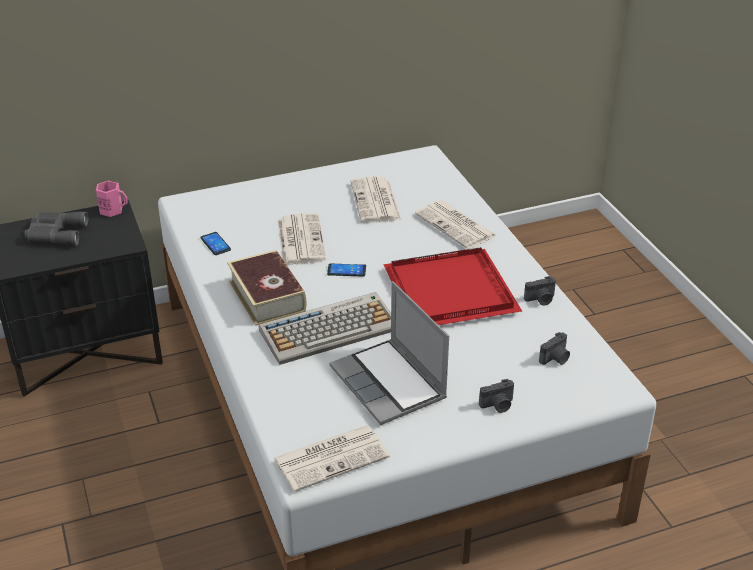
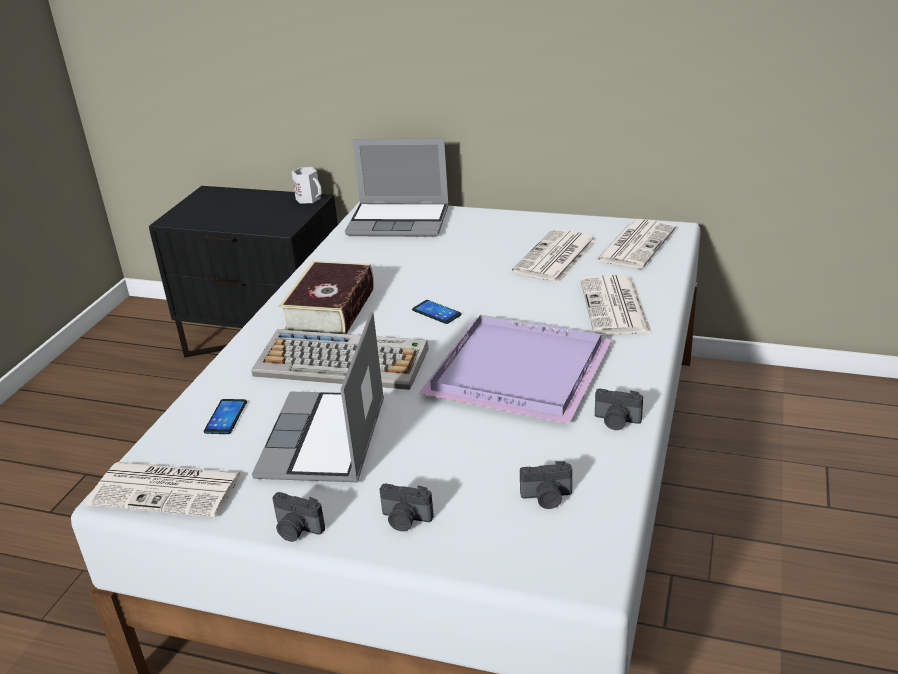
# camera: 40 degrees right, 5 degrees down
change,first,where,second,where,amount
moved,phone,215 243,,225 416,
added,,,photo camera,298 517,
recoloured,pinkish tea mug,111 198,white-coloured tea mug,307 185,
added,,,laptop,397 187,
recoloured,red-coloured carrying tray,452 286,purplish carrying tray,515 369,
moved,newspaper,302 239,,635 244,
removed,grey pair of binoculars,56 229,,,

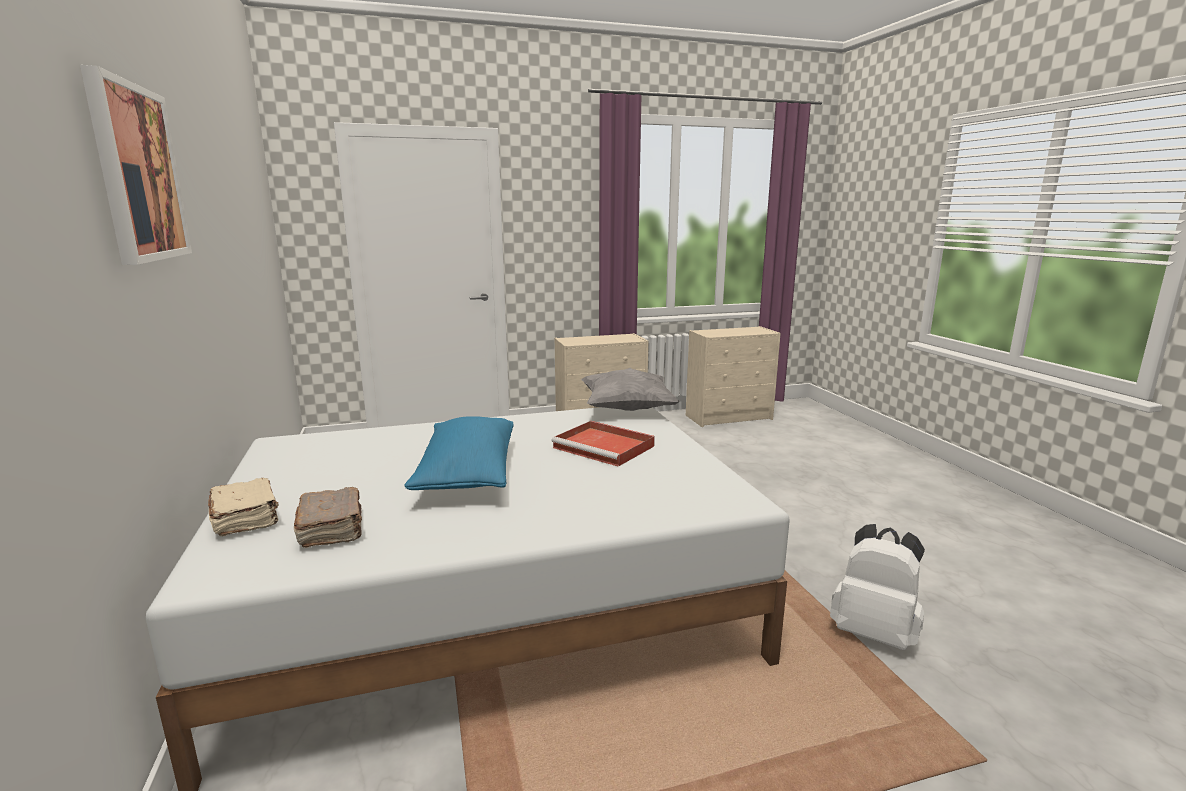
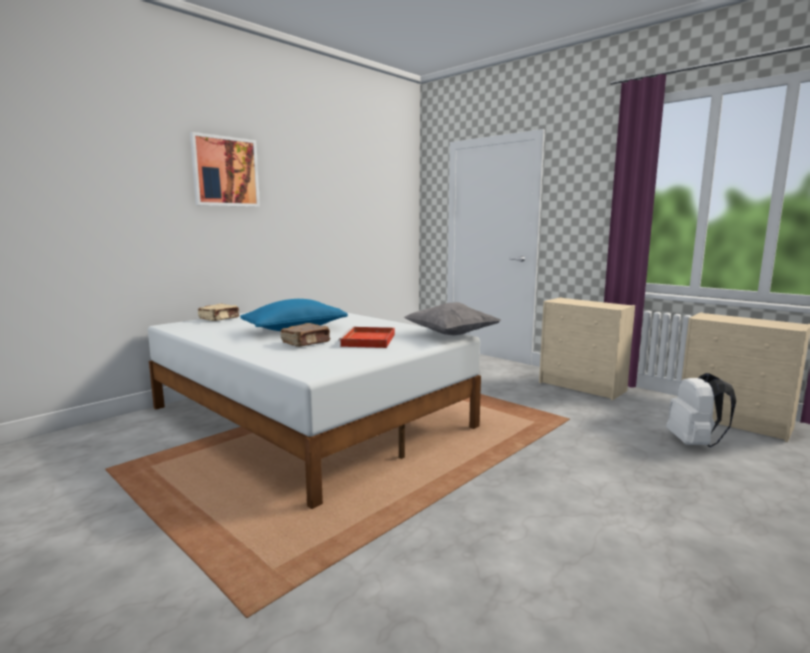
# camera: 60 degrees right, 5 degrees down
change,first,where,second,where,amount
moved,brown-coloured bound book,328 517,,305 335,
moved,white-coloured knapsack,877 587,,701 410,

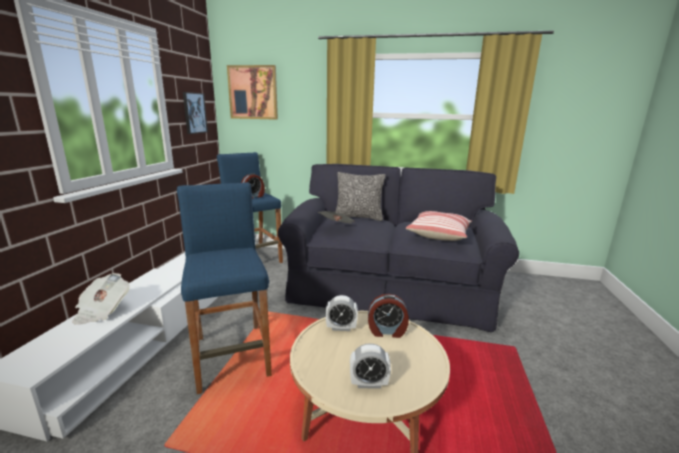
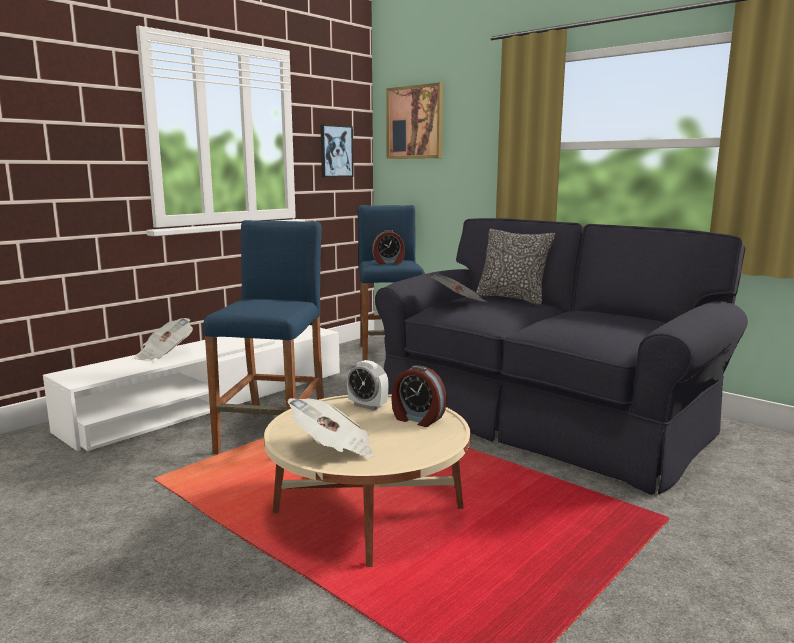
# camera: 30 degrees right, 5 degrees down
change,first,where,second,where,amount
replaced,alarm clock,370 366,newspaper,331 427,
removed,pillow,439 226,,,

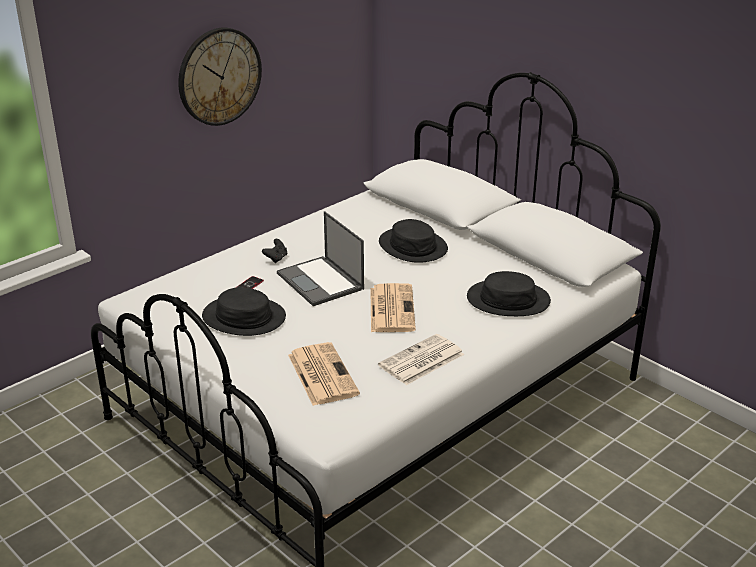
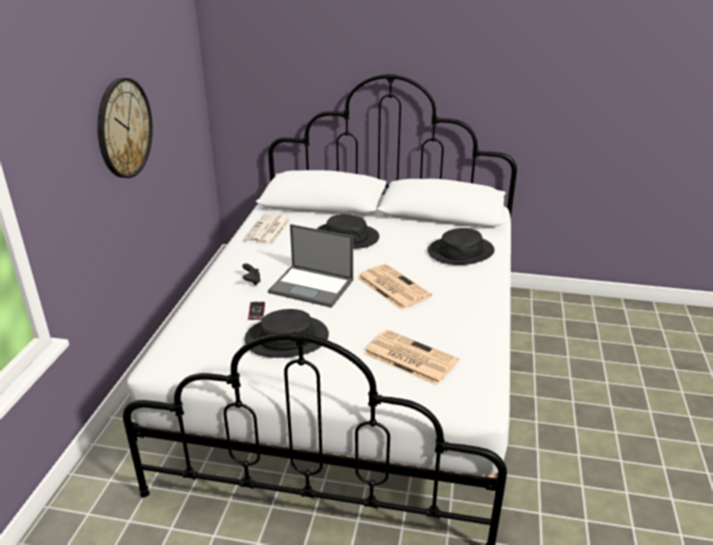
# camera: 35 degrees left, 0 degrees up
change,first,where,second,where,amount
moved,newspaper,421 359,,267 229,

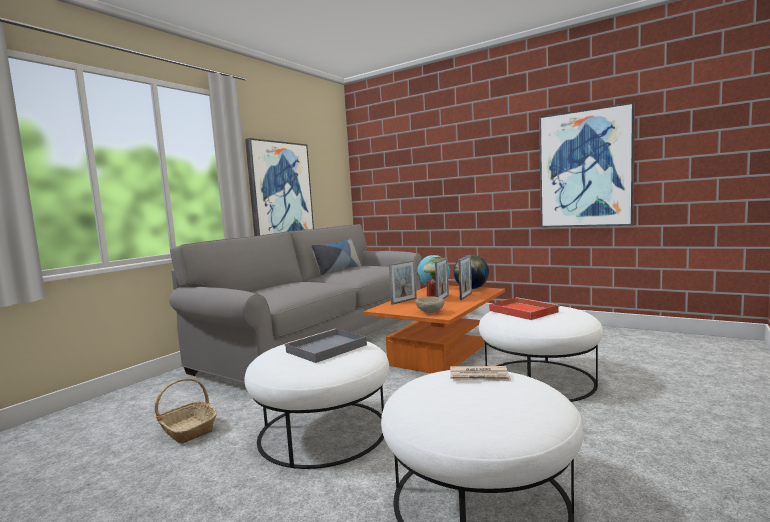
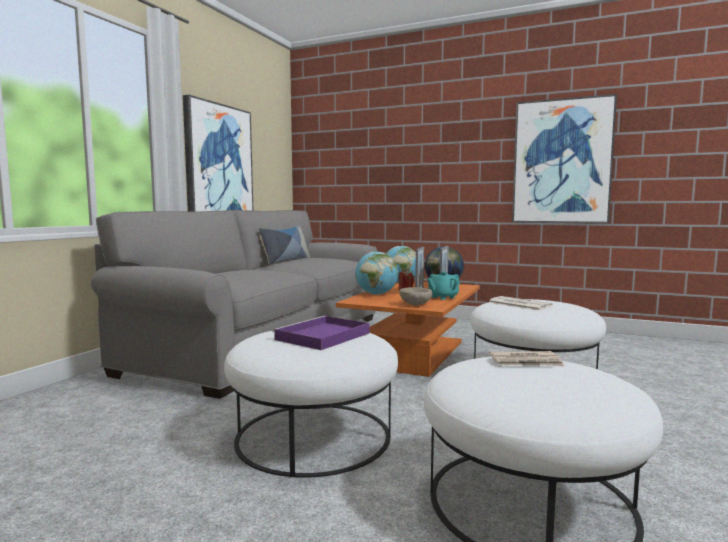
# camera: 10 degrees left, 0 degrees up
change,first,where,second,where,amount
recoloured,grey carrying tray,325 346,purplish carrying tray,321 333,
replaced,photo frame,403 282,globe,376 273,
added,,,turquoise-coloured pot for tea,443 286,
replaced,red-coloured carrying tray,524 308,newspaper,520 303,
removed,household basket,186 410,,,

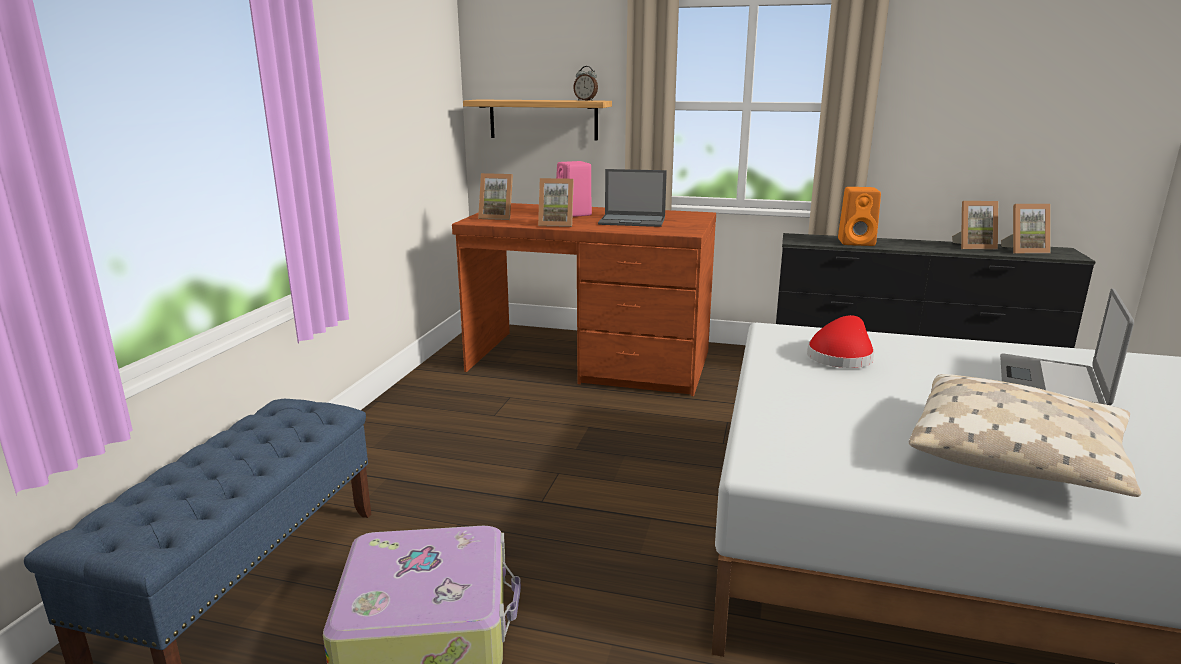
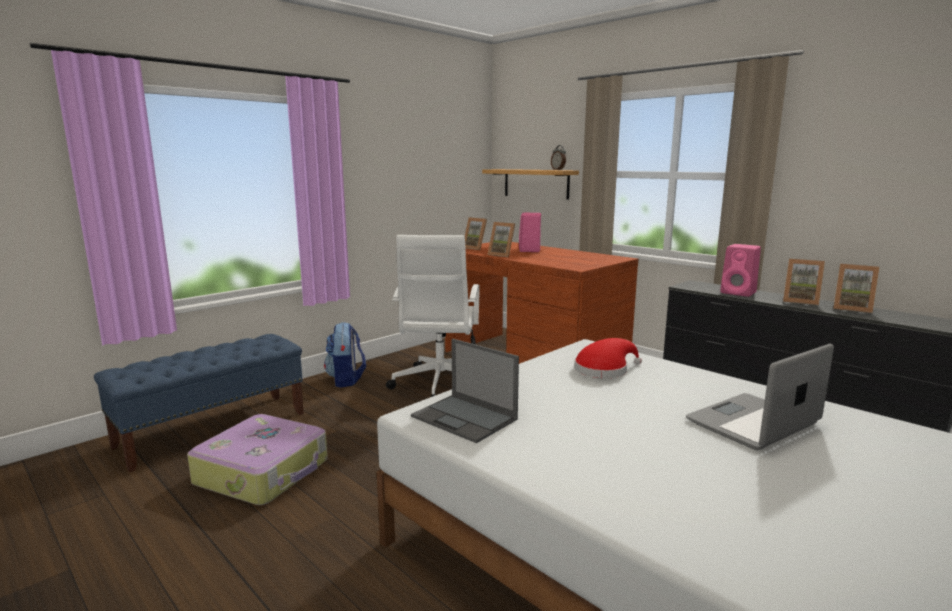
# camera: 30 degrees right, 5 degrees down
change,first,where,second,where,amount
added,,,knapsack,345 355,
added,,,white-coloured computer chair,433 316,
moved,laptop,632 198,,465 391,
recoloured,orangey audio speaker,859 216,pinkish audio speaker,740 270,
moved,photo frame,1026 229,,804 282,
removed,sand-coloured pillow,1025 435,,,

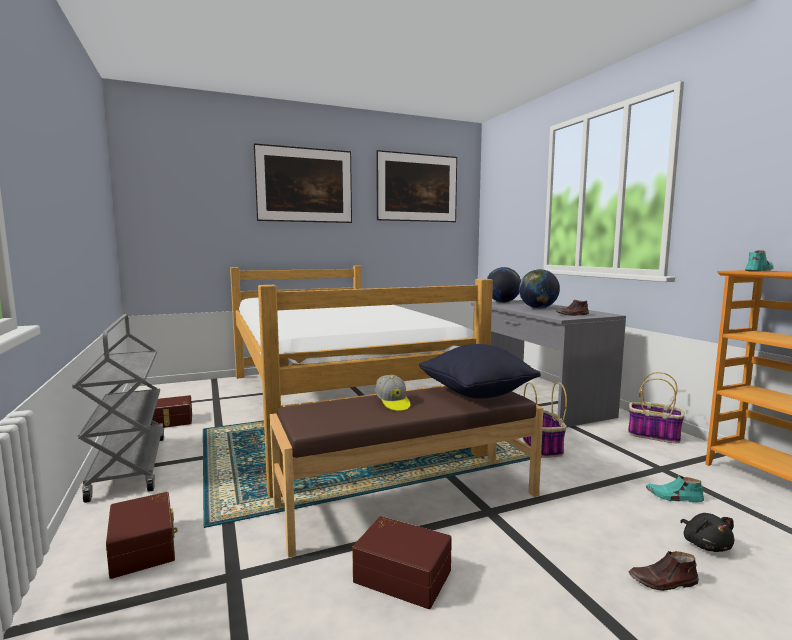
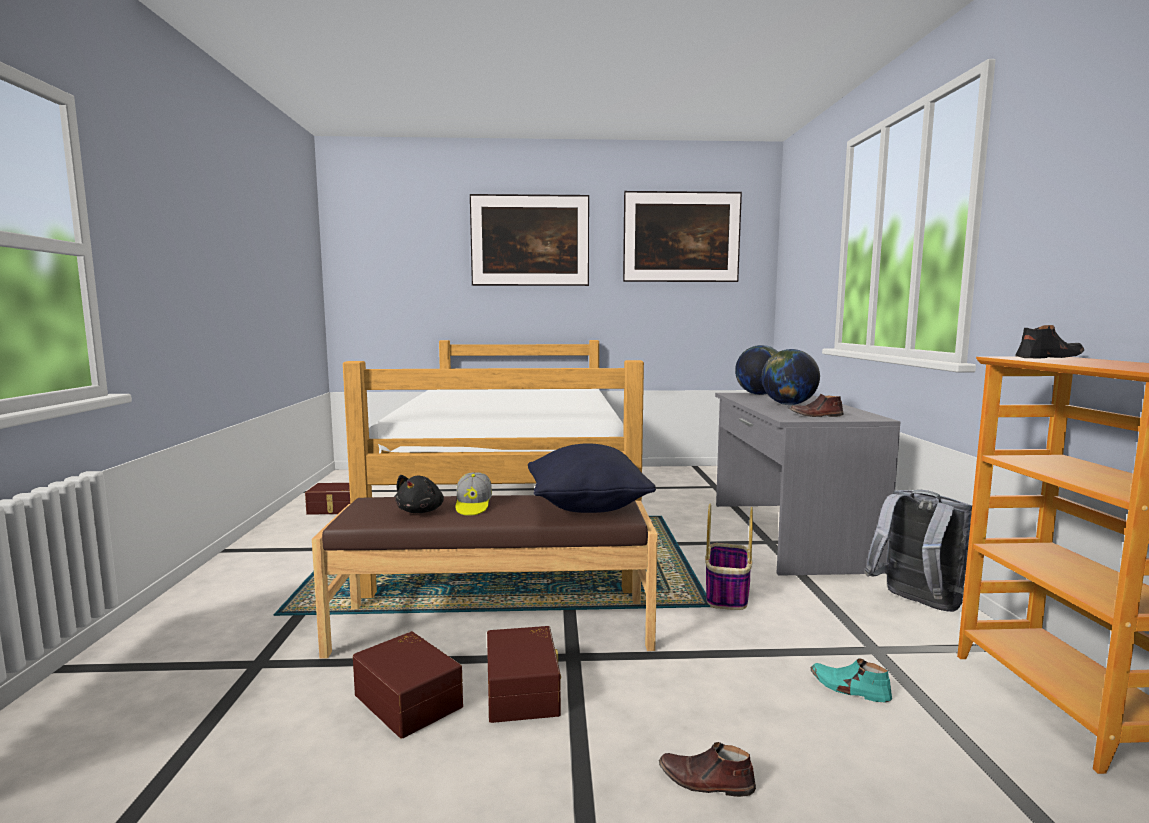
# camera: 20 degrees right, 0 degrees up
change,first,where,second,where,amount
moved,blackish plush toy,707 532,,420 494,
moved,brown-coloured storage bin,142 535,,524 674,
replaced,household basket,656 407,grey knapsack,918 551,
recoloured,turquoise-coloured shoe,759 260,blackish shoe,1049 341,
removed,grey trolley,118 408,,,

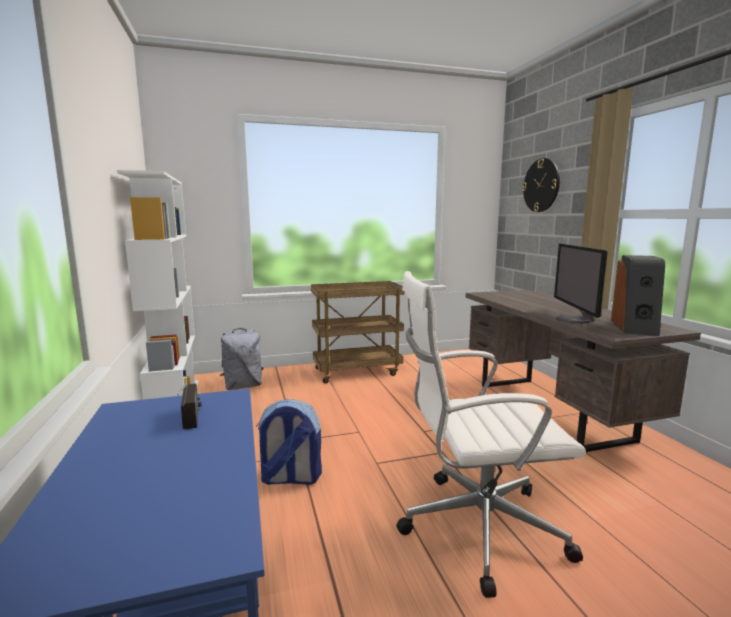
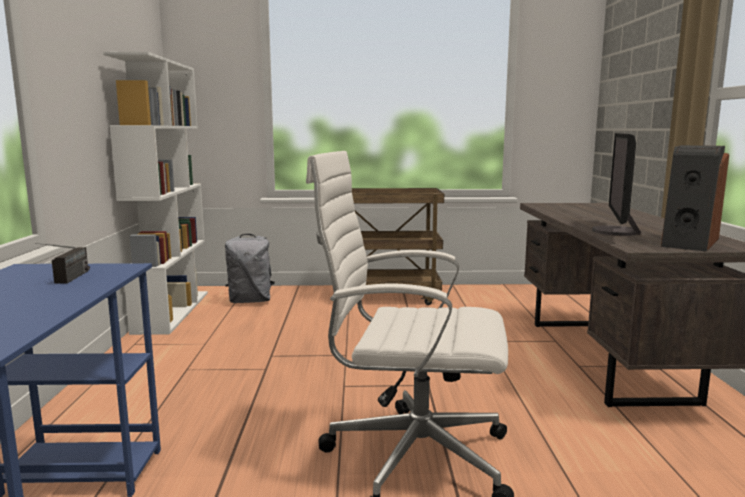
# camera: 15 degrees right, 0 degrees up
change,first,where,second,where,amount
removed,knapsack,289 442,,,
removed,hanging clock,541 185,,,

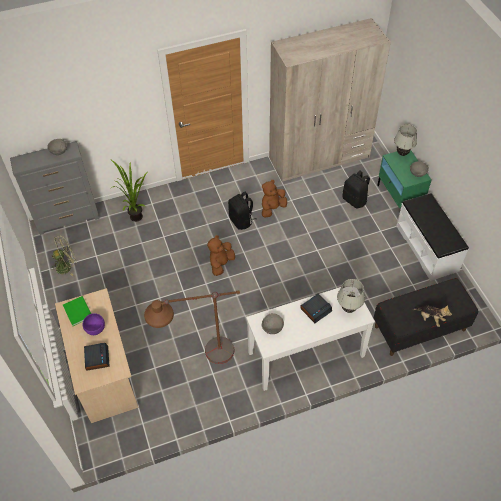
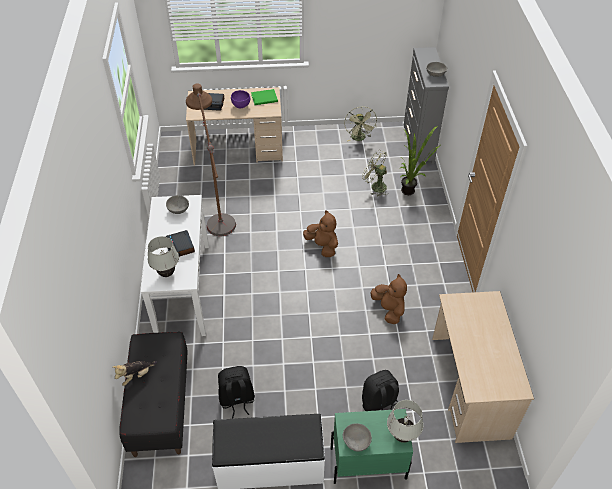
# camera: 105 degrees right, 5 degrees down
change,first,where,second,where,amount
moved,blackish knapsack,242 211,,236 392,
added,,,green electric fan,375 173,
replaced,sand-coloured clothes cupboard,330 100,sand-coloured desk table,483 367,

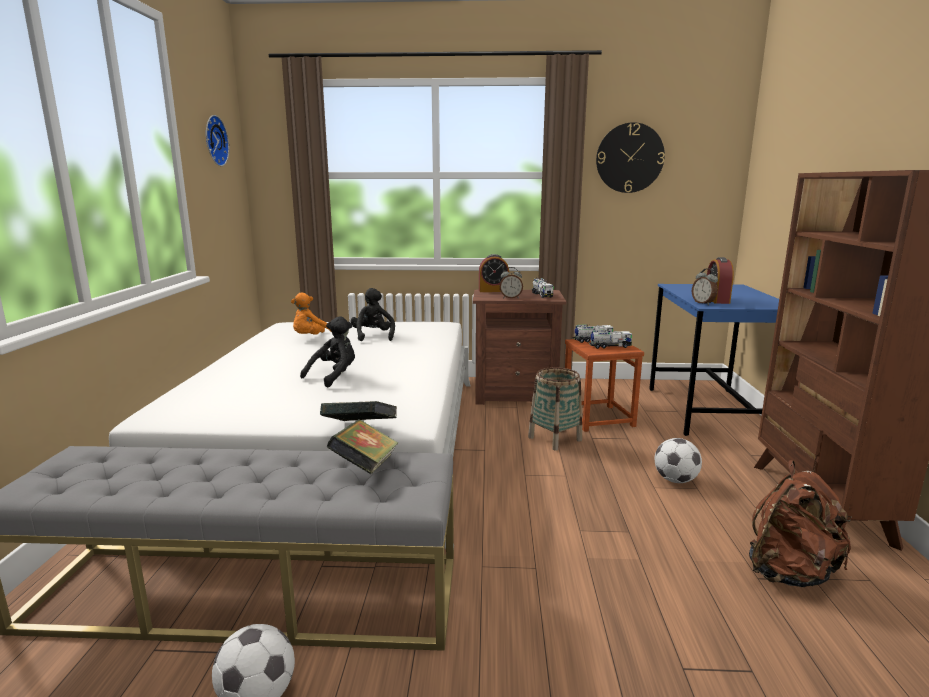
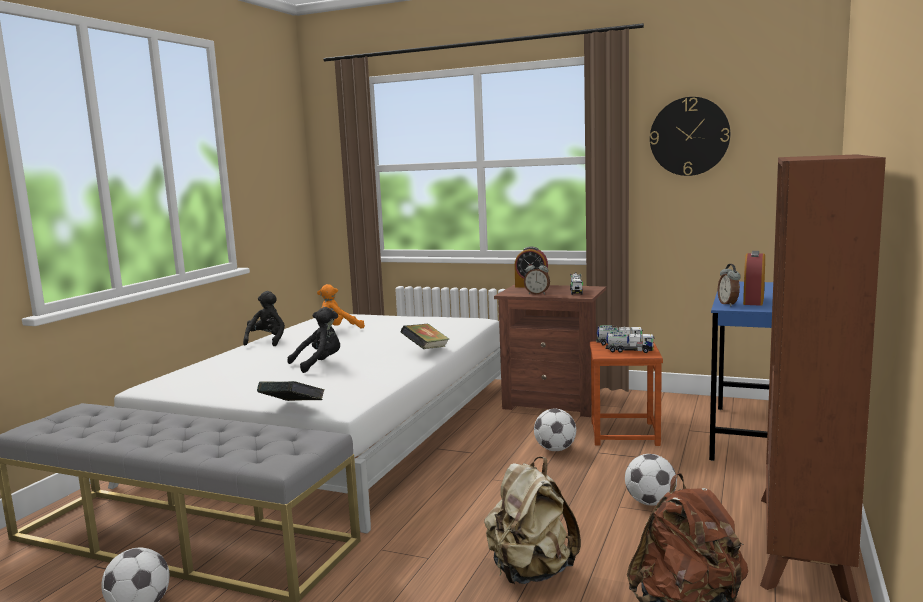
# camera: 20 degrees right, 5 degrees down
change,first,where,second,where,amount
moved,blackish plush toy,373 314,,264 318,
moved,bound book,362 446,,425 336,
added,,,sand-coloured knapsack,532 520,
replaced,household basket,555 409,ball for football,555 430,
removed,hanging clock,217 140,,,

